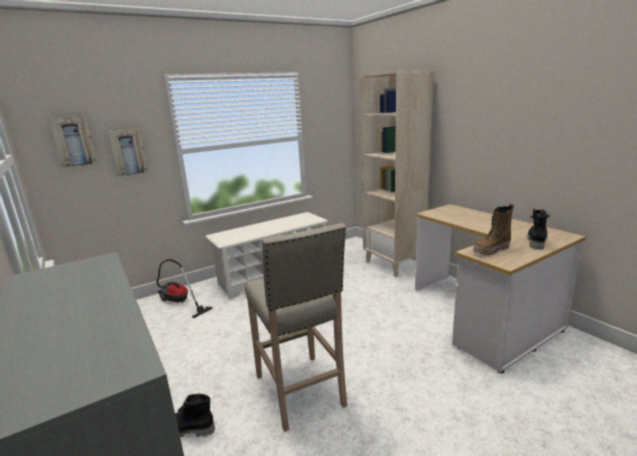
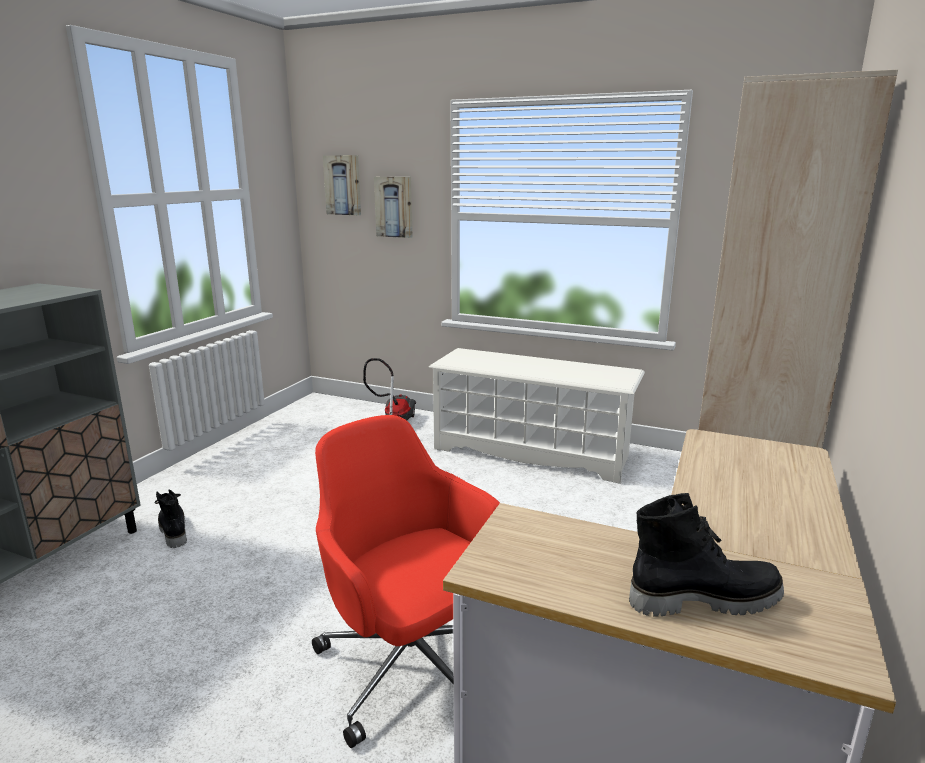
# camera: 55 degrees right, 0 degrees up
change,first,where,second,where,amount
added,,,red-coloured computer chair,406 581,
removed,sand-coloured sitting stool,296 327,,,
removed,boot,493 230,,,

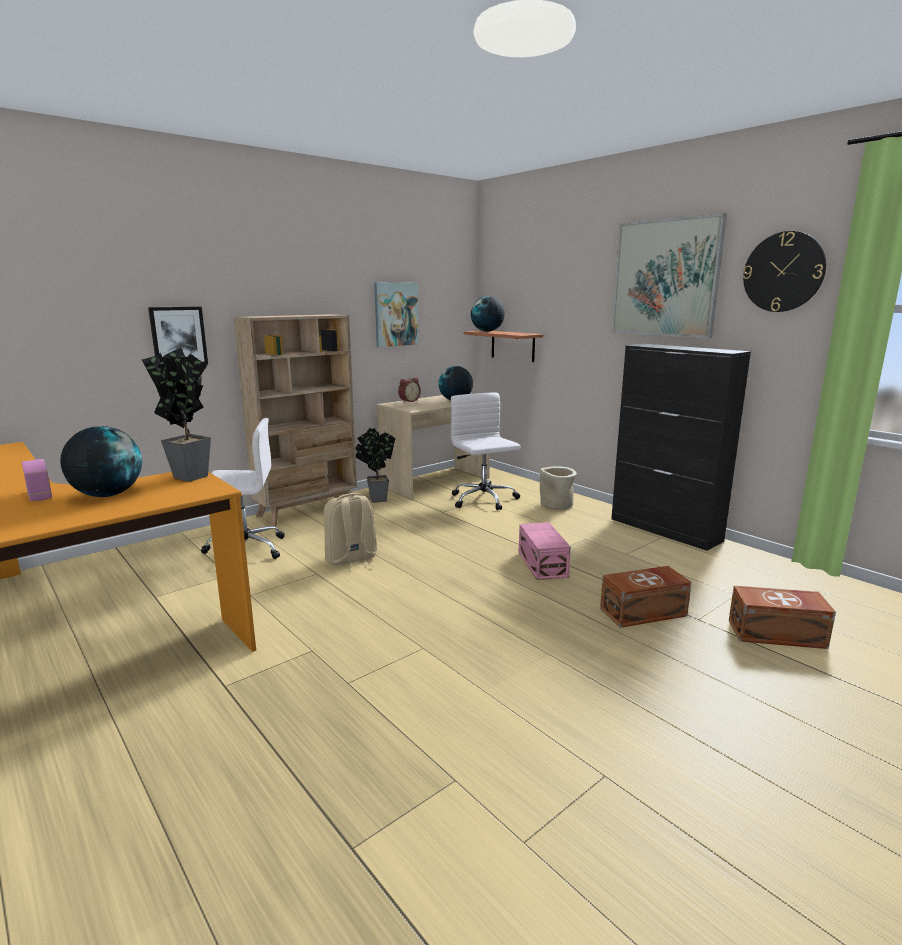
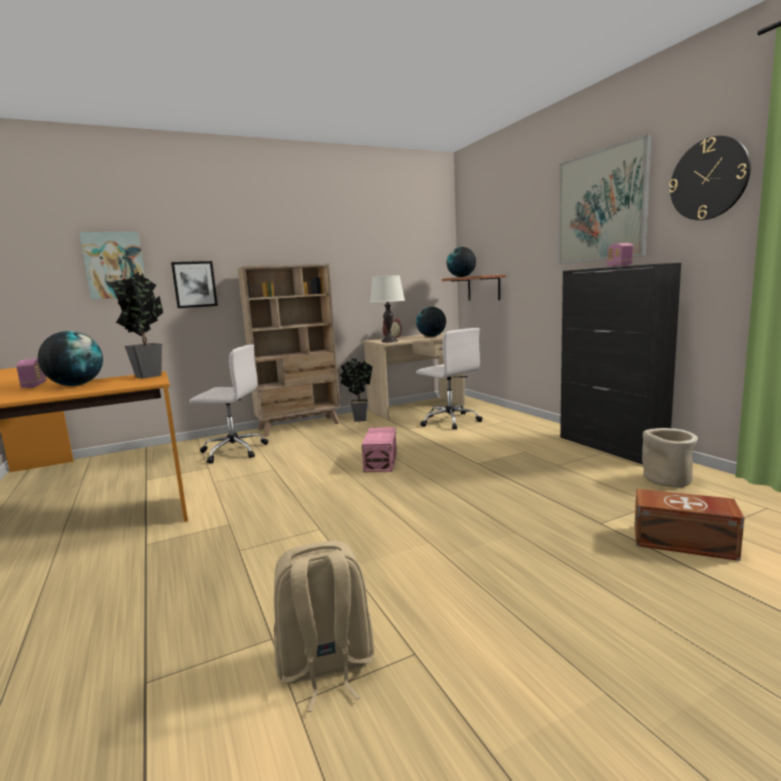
# camera: 15 degrees right, 5 degrees down
change,first,where,second,where,amount
moved,picture,396 315,,112 265,
moved,sand-coloured knapsack,351 532,,324 626,
moved,pinkish storage bin,544 551,,379 449,
added,,,white-coloured table lamp,387 309,
turned,white-coloured computer chair,486 451,,449 379,150 degrees clockwise
added,,,radio receiver,620 255,
moved,sand-coloured plant pot,558 488,,670 458,
removed,brown-coloured storage bin,646 597,,,

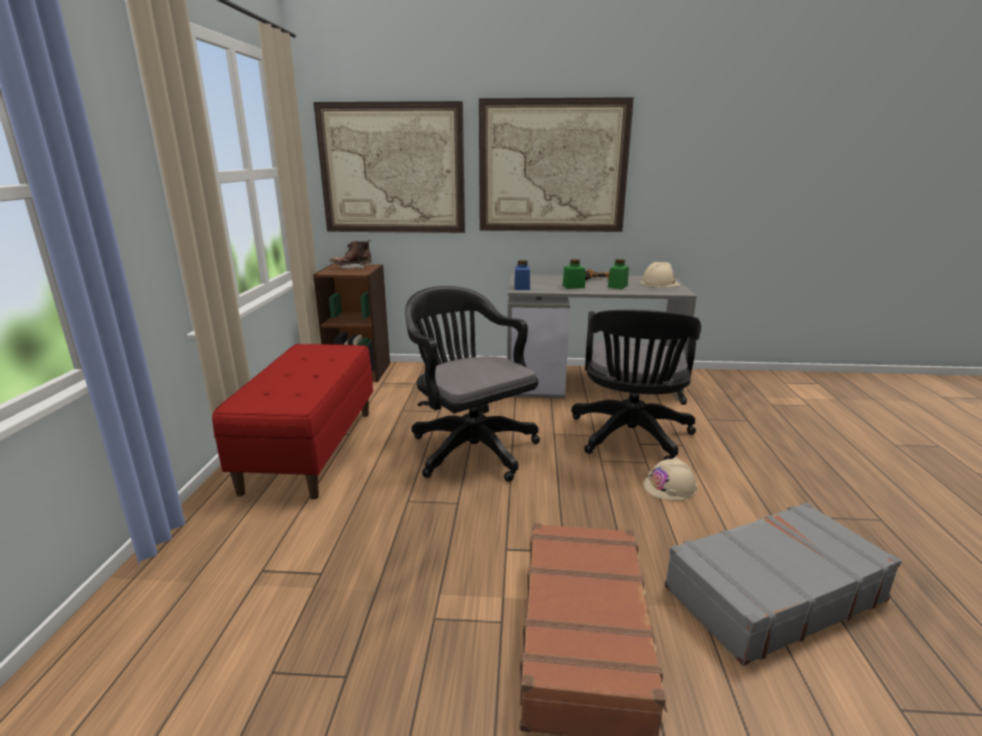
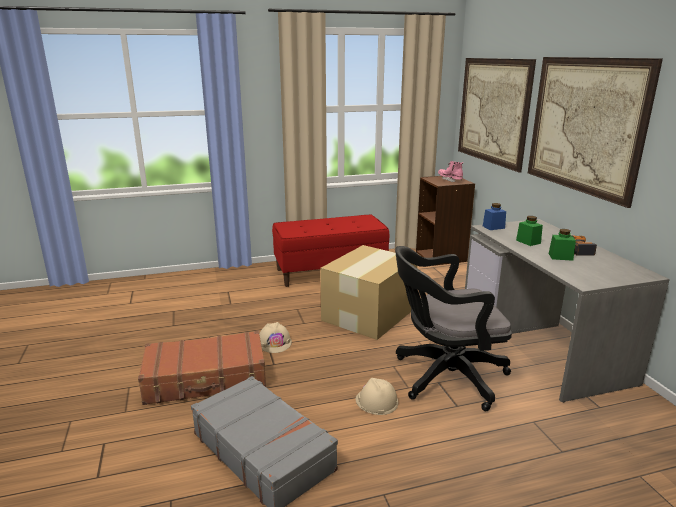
# camera: 70 degrees right, 0 degrees up
change,first,where,second,where,amount
moved,sand-coloured hard hat,660 274,,275 337,
replaced,blackish computer chair,472 384,cardboard box,368 292,
recoloured,brown-coloured boot,351 254,pinkish boot,450 171,

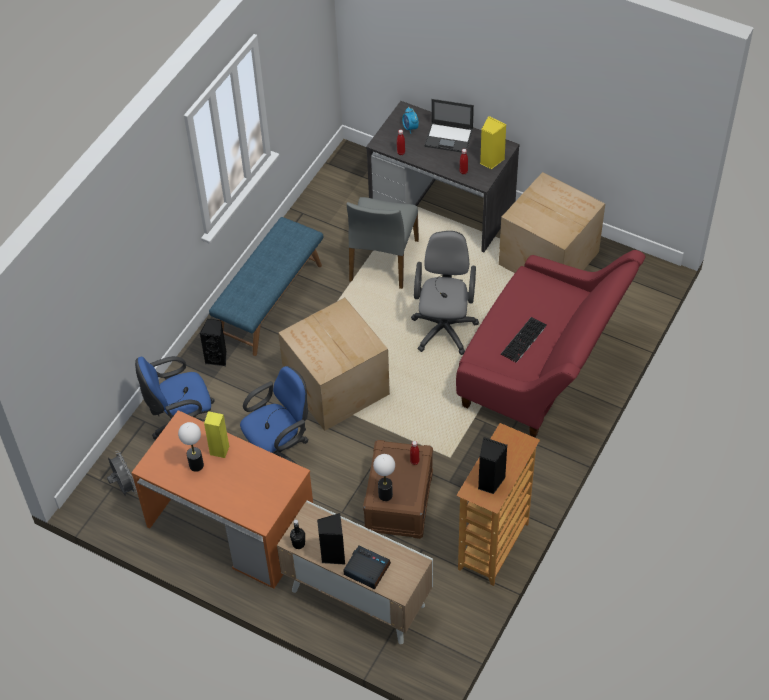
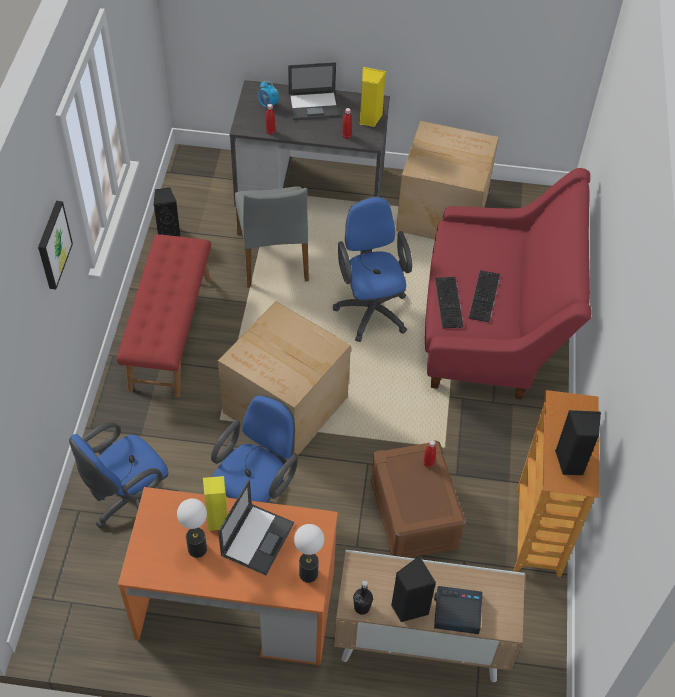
# camera: 25 degrees left, 0 degrees up
change,first,where,second,where,amount
added,,,picture,55 245,
recoloured,blue-coloured bench,266 286,red-coloured bench,163 315,
moved,blackish audio speaker,213 342,,166 212,
added,,,laptop,256 527,
moved,table lamp,384 477,,309 553,
recoloured,grey computer chair,445 293,blue-coloured computer chair,372 269,
added,,,keyboard,449 303,
removed,grey electric fan,122 473,,,

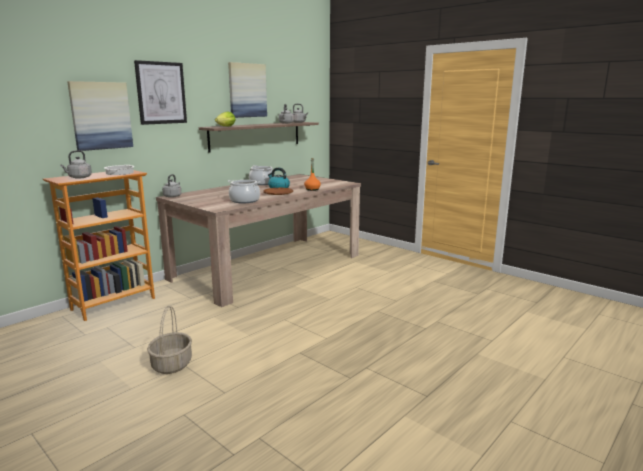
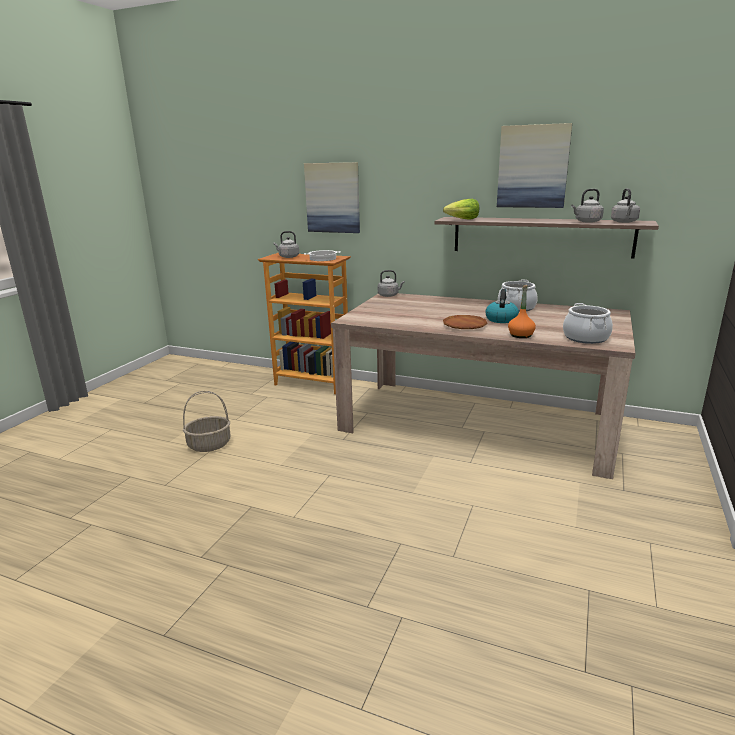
# camera: 70 degrees right, 5 degrees up
change,first,where,second,where,amount
moved,saucepot,244 191,,588 323,
removed,picture,160 92,,,

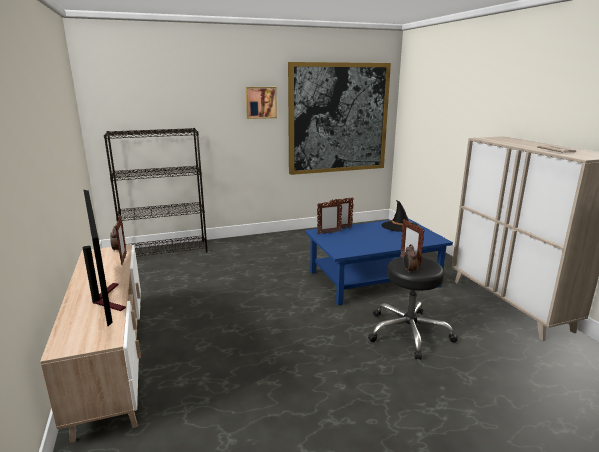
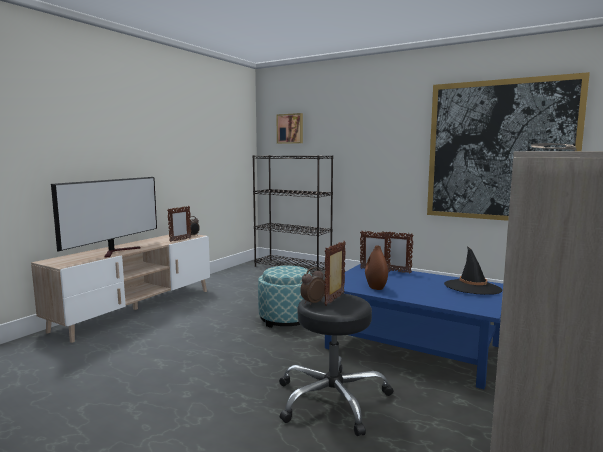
# camera: 50 degrees right, 10 degrees down
change,first,where,second,where,amount
added,,,footrest,284 297,
moved,picture,261 103,,290 128,
added,,,brown-coloured vase,376 267,

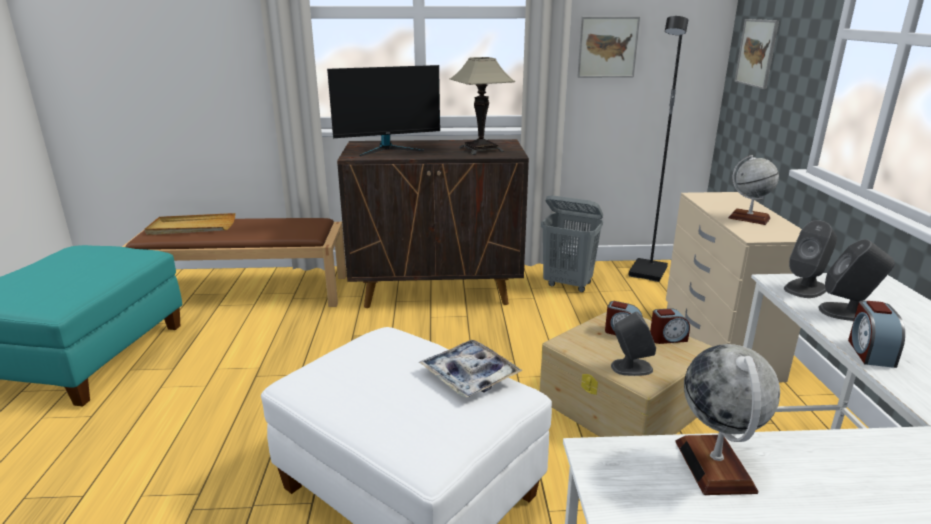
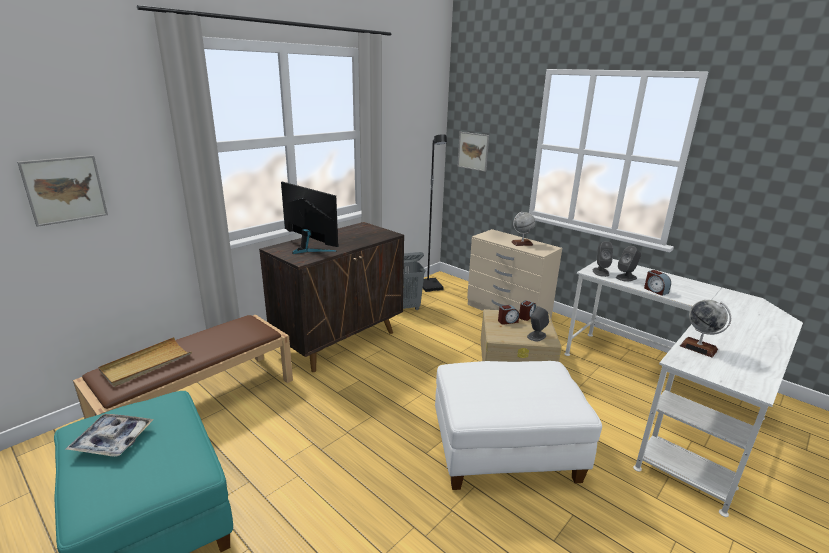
# camera: 45 degrees left, 0 degrees up
change,first,where,second,where,amount
moved,picture,608 47,,62 191,
moved,carrying tray,471 368,,109 435,
turned,computer screen,383 110,,310 218,75 degrees counterclockwise
removed,table lamp,482 106,,,

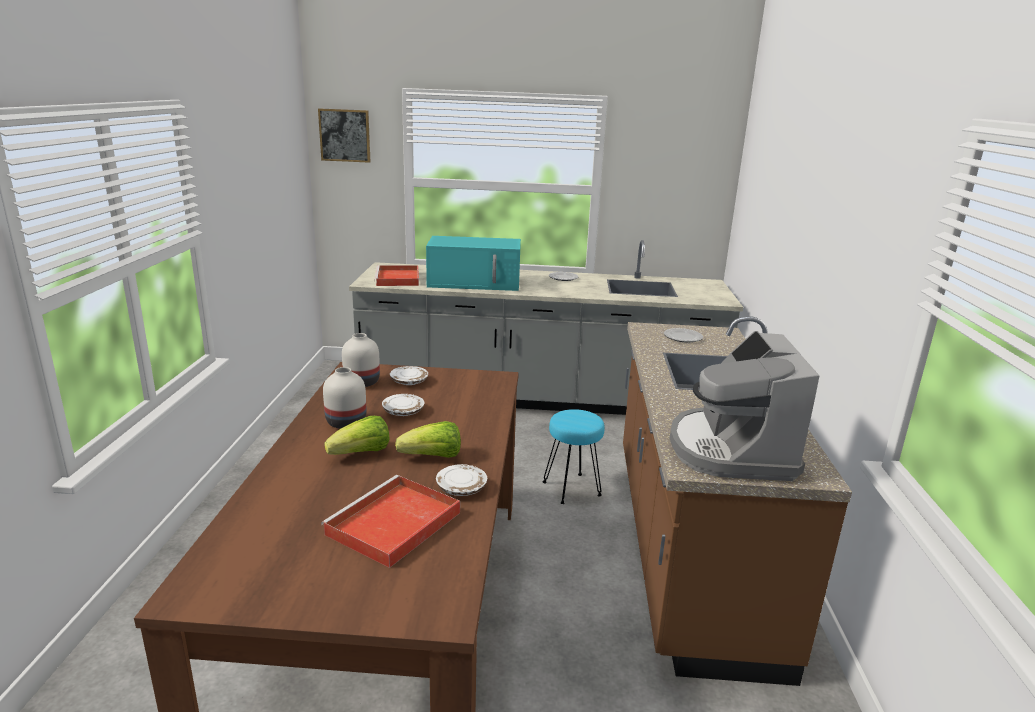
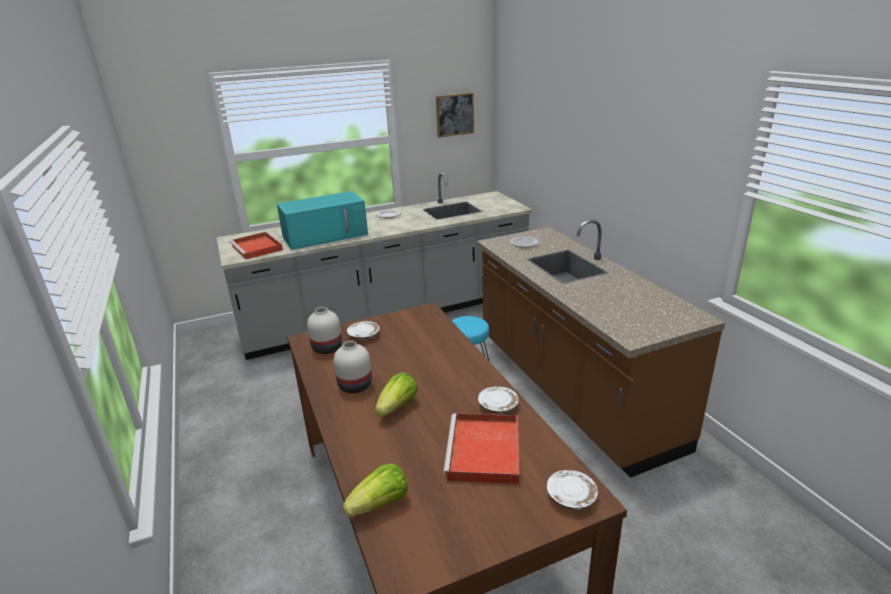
# camera: 25 degrees left, 5 degrees up
change,first,where,second,where,amount
moved,lettuce,428 439,,375 490,
moved,picture,344 135,,455 115,
moved,white-coloured dinner plate,403 405,,572 490,
removed,coffee machine,745 406,,,

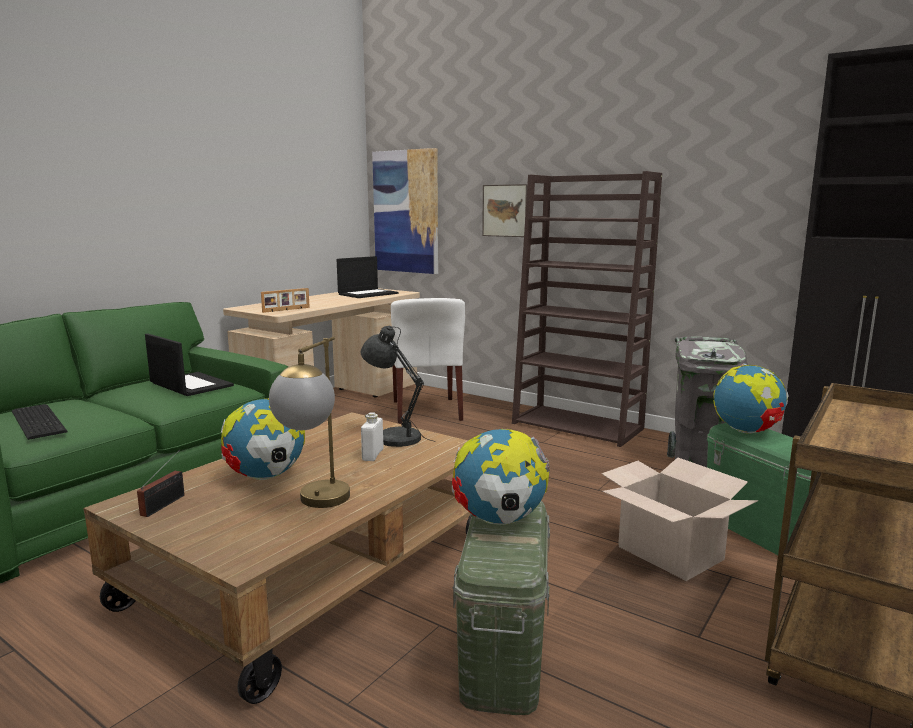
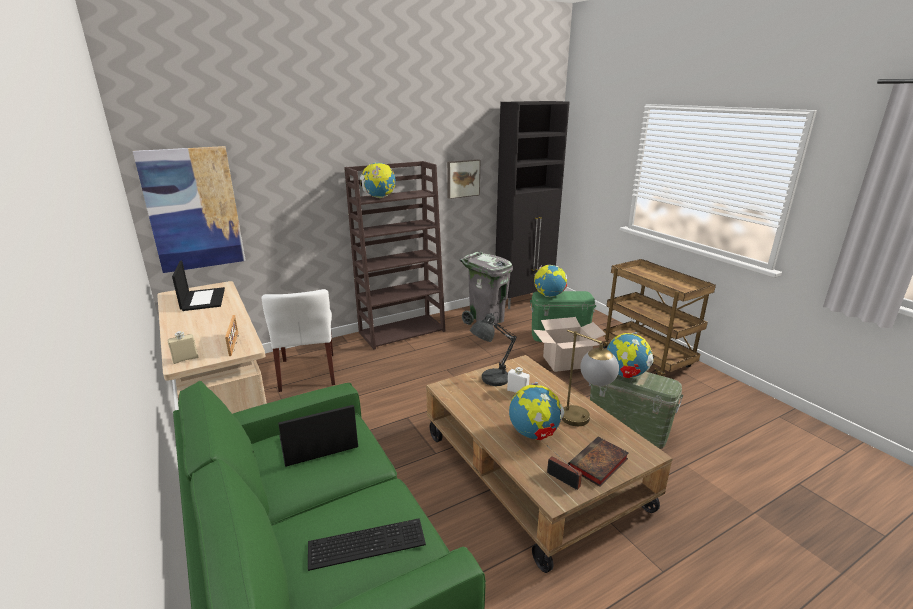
# camera: 65 degrees left, 10 degrees up
change,first,where,second,where,amount
added,,,sand-coloured bottle,183 347,
turned,white-coloured plain chair,428 361,,298 340,60 degrees clockwise
added,,,globe,378 180,
moved,picture,504 210,,463 179,
added,,,bound book,598 462,

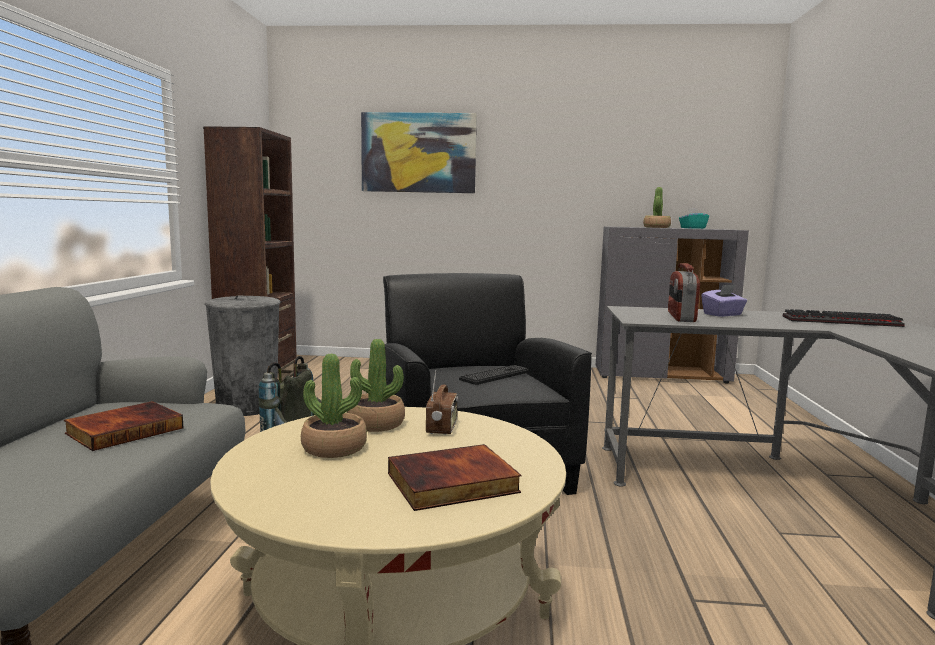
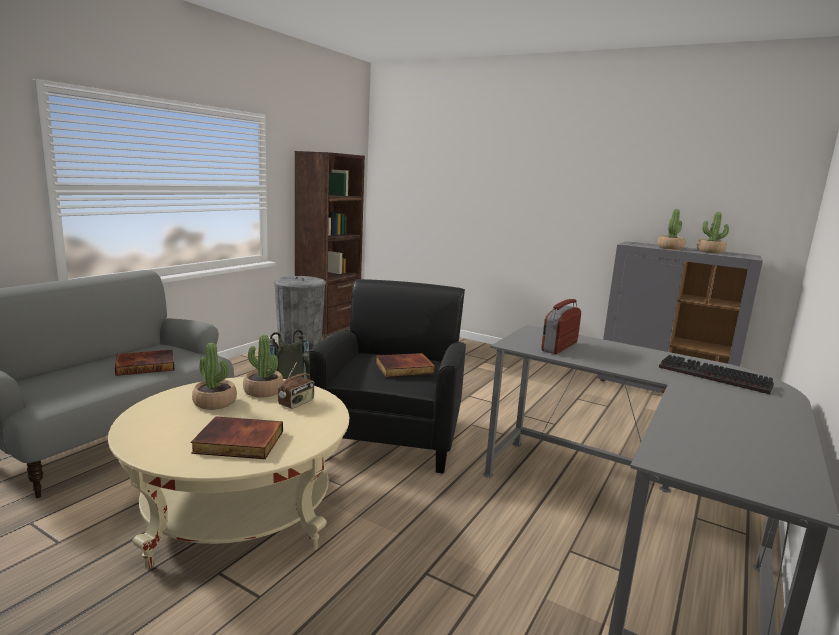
# camera: 25 degrees right, 5 degrees up
change,first,where,second,where,amount
replaced,keyboard,494 375,bound book,405 365,
replaced,turquoise-coloured tissue holder,694 218,plant in a pot,713 232,
removed,picture,419 152,,,
removed,purplish tissue holder,724 301,,,

